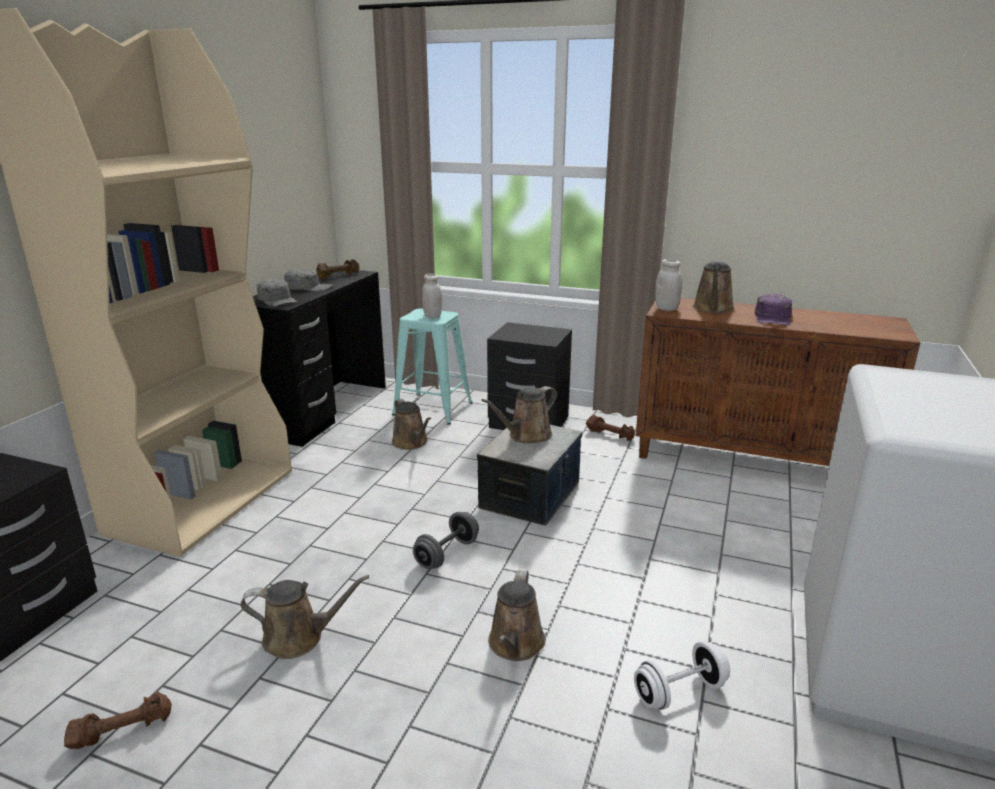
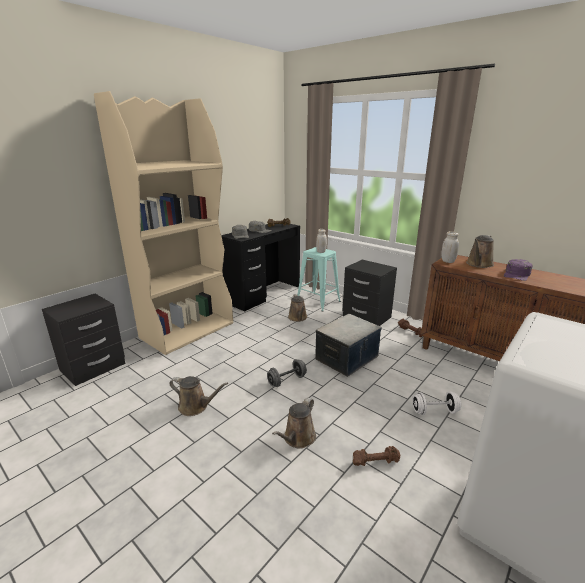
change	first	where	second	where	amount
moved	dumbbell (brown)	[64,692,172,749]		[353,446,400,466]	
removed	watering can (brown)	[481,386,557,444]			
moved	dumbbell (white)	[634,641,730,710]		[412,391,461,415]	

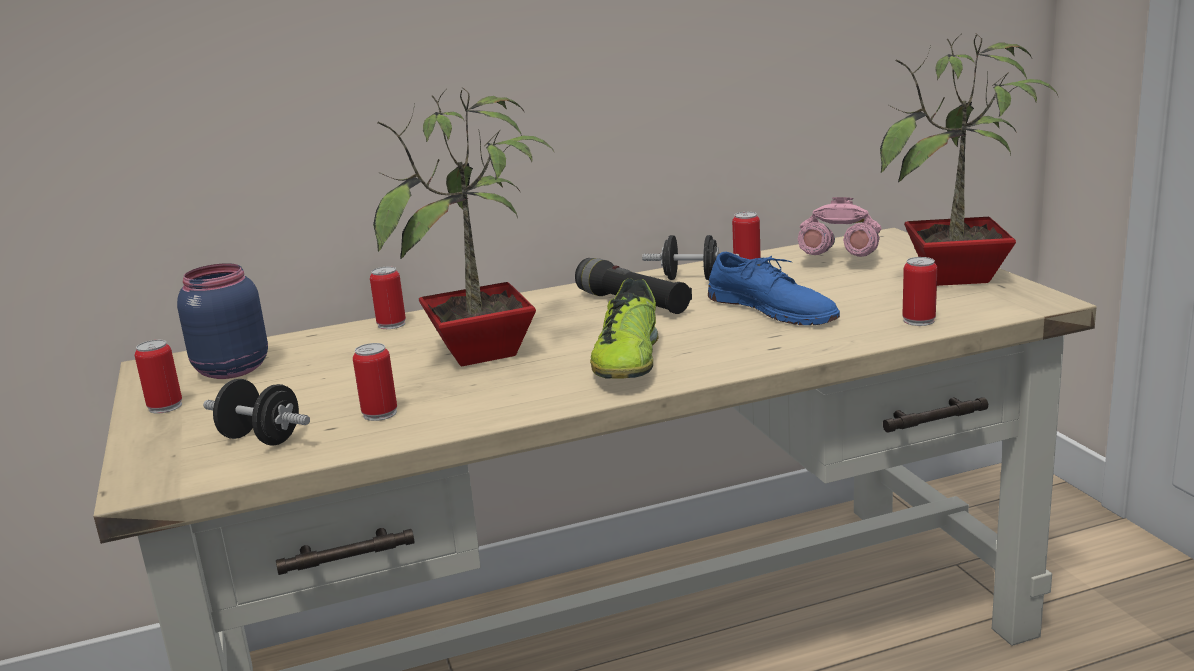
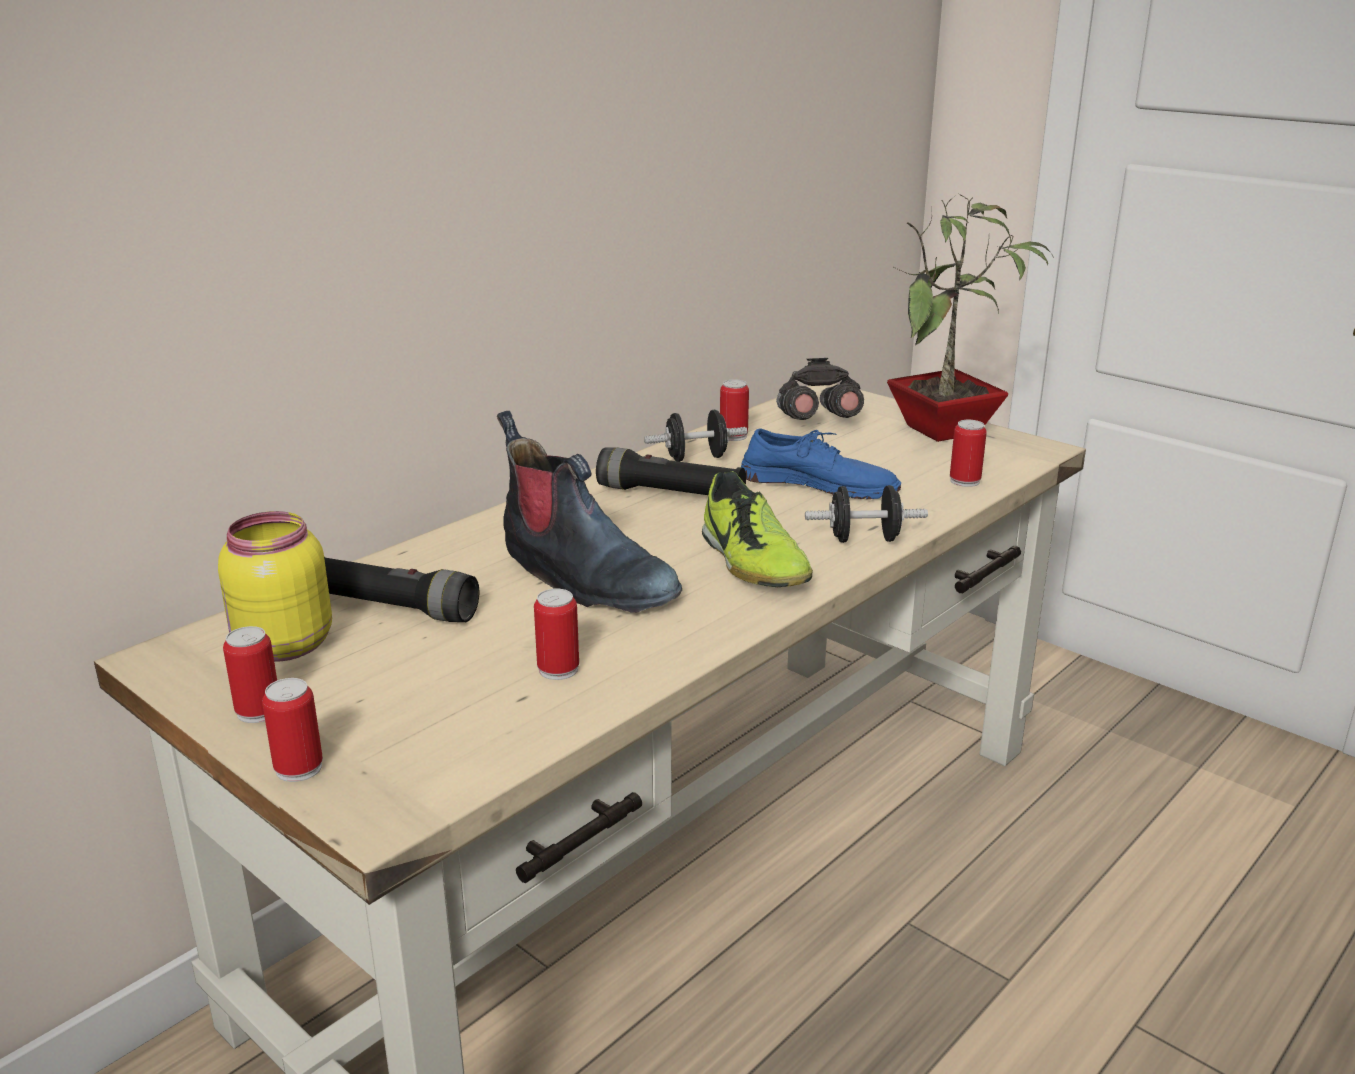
change	first	where	second	where	amount
recoloured	jar (blue)	[177,263,268,379]	jar (yellow)	[218,511,332,661]	
moved	dumbbell (black)	[203,379,310,446]		[805,485,928,543]	
moved	can	[370,266,406,329]		[262,678,323,782]	
replaced	potted plant	[373,87,554,367]	boot	[497,411,682,613]	
recoloured	binoculars (pink)	[798,197,882,257]	binoculars (grey)	[776,358,864,420]	
added			flashlight (black)	[324,556,479,622]	

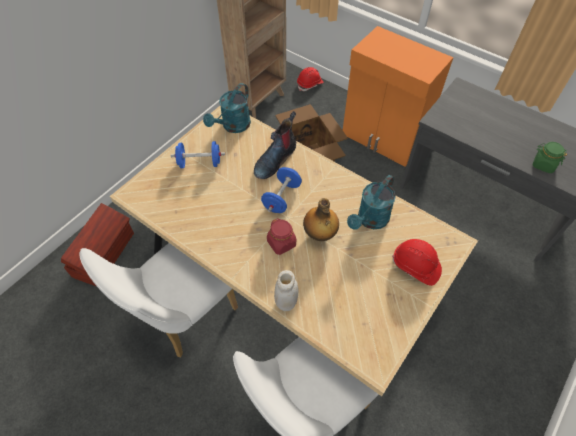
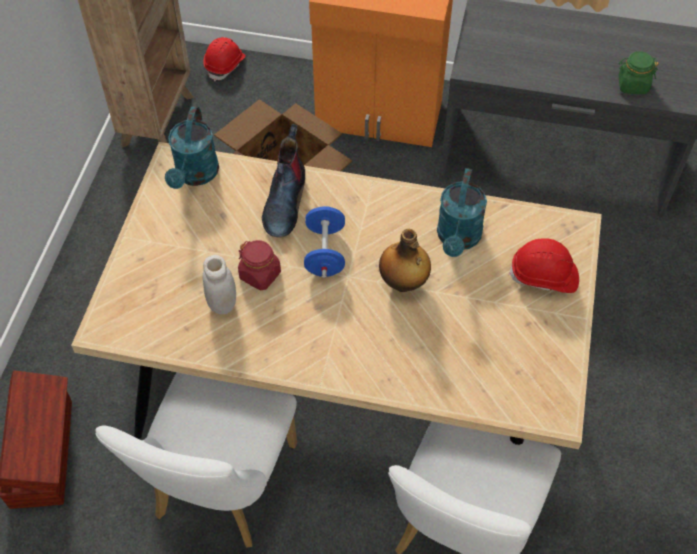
change	first	where	second	where	amount
removed	dumbbell (blue)	[171,141,225,168]			
moved	jar (red)	[267,218,296,255]		[238,240,281,290]	
moved	jar (white)	[274,270,298,311]		[203,255,236,314]	

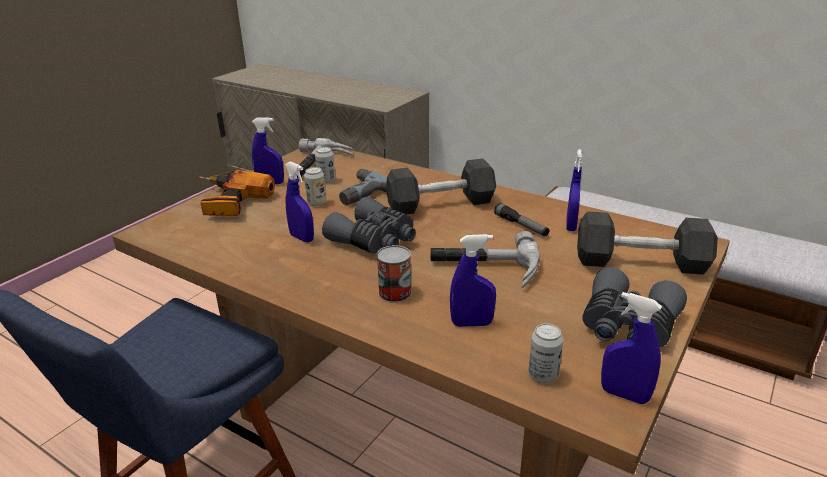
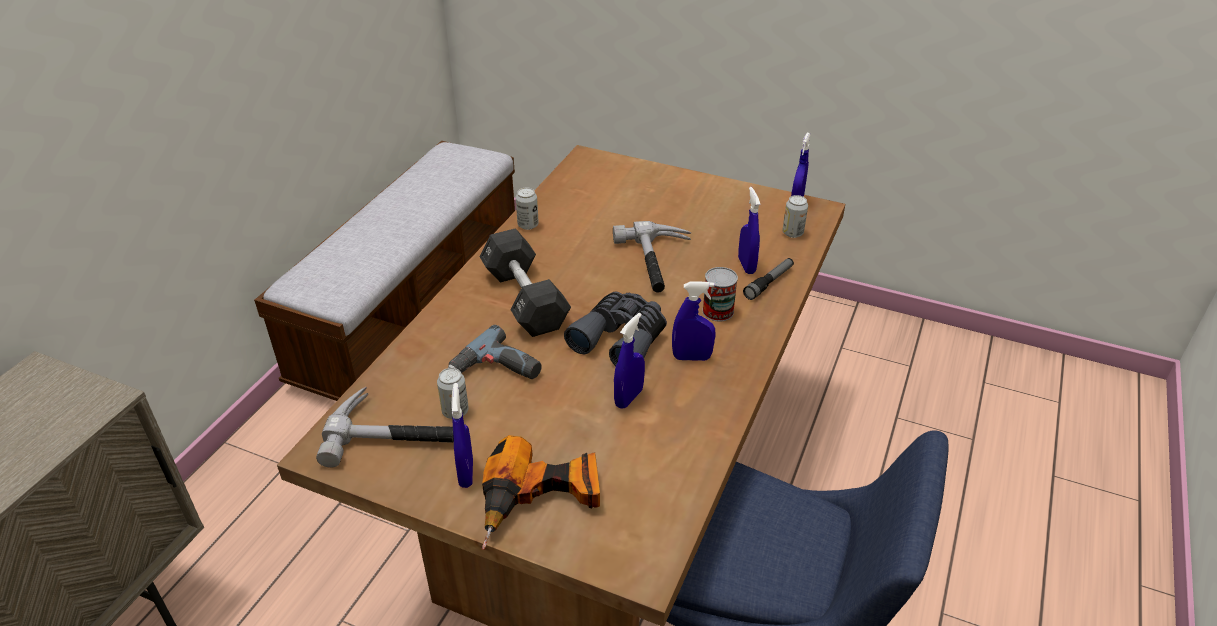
change	first	where	second	where	amount
moved	can	[304,167,326,206]		[516,188,539,230]	
moved	flashlight	[494,203,550,236]		[743,258,794,300]	
moved	spray bottle (blue)	[566,149,583,231]		[672,282,716,361]	
removed	dumbbell (black)	[577,211,718,275]			
removed	binoculars (grey)	[582,267,687,347]			

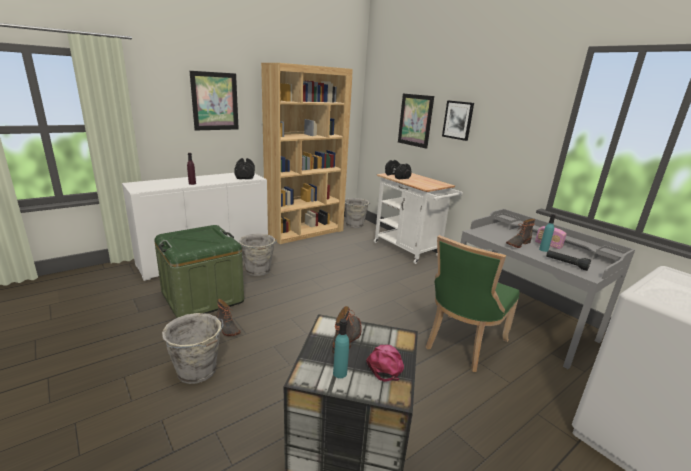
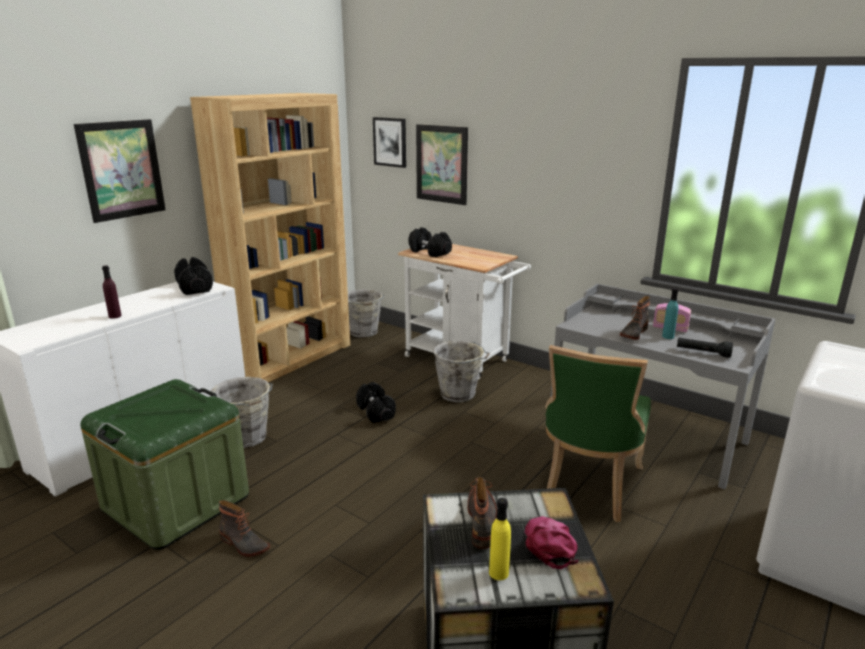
change	first	where	second	where	amount
moved	bucket (grey)	[162,313,224,384]		[433,341,490,402]	
recoloured	bottle (turquoise)	[333,319,349,378]	bottle (yellow)	[489,498,511,580]	
moved	picture	[442,100,474,141]		[373,117,406,168]	
added			dumbbell (black)	[356,382,396,423]	

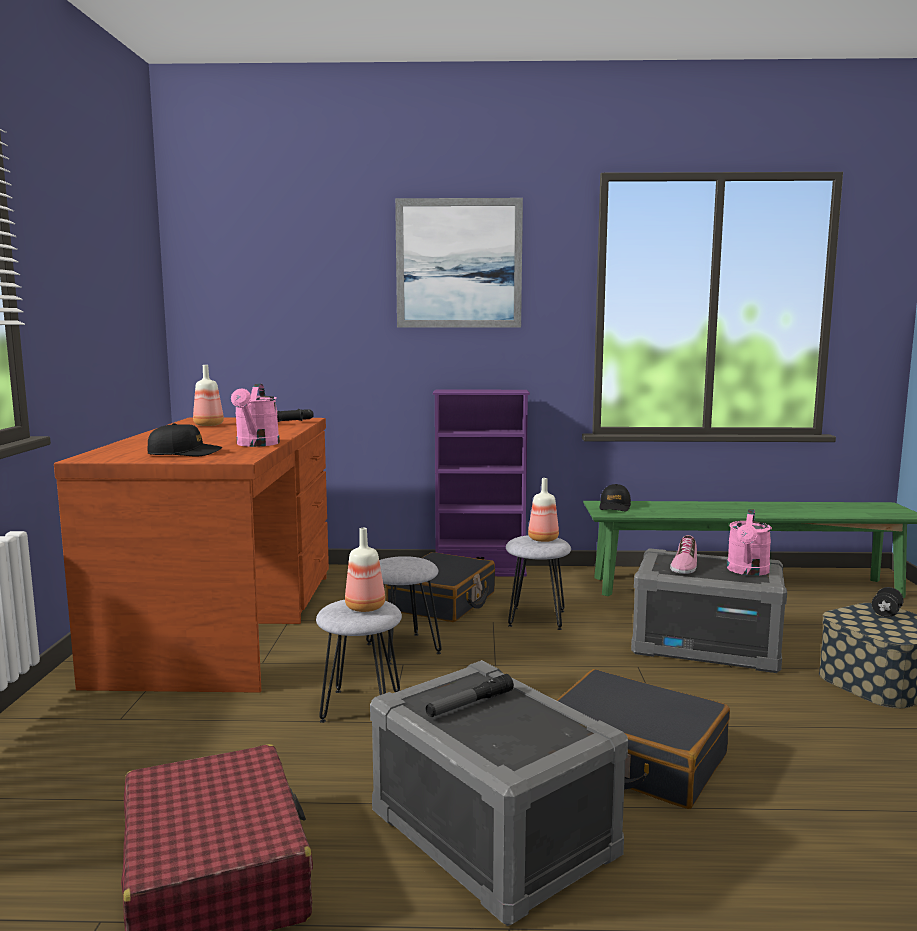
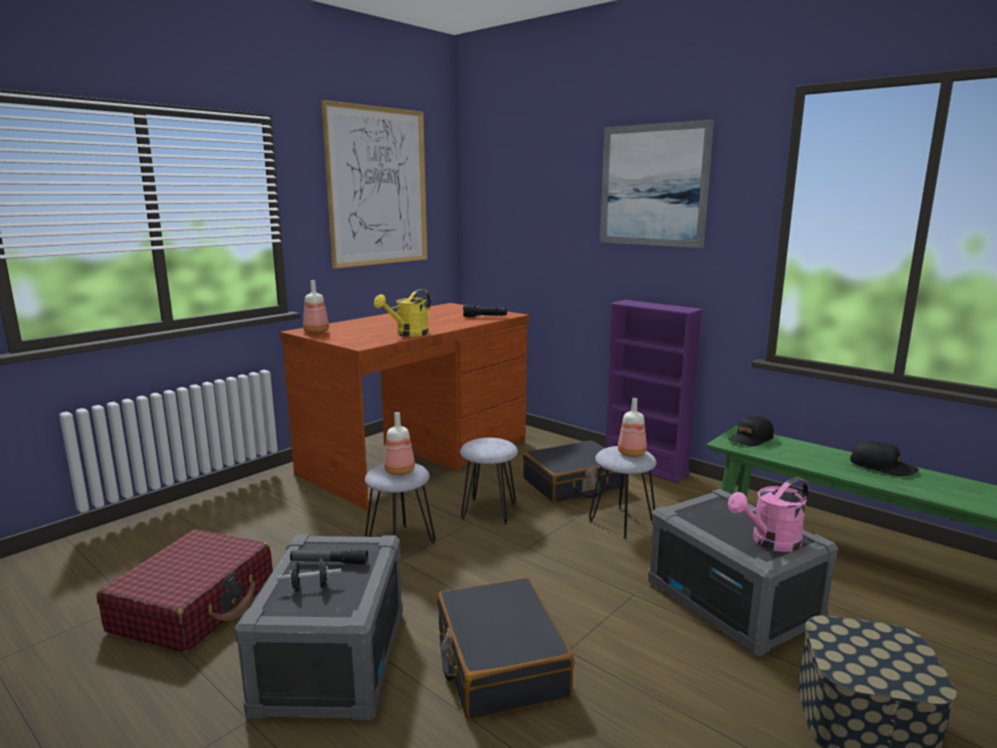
change	first	where	second	where	amount
moved	cap (black)	[147,423,222,456]		[850,441,919,476]	
moved	bottle	[193,365,224,426]		[303,280,329,334]	
recoloured	watering can (pink)	[231,384,280,447]	watering can (yellow)	[374,289,431,337]	
removed	shoe	[670,535,697,574]			
moved	dumbbell (black)	[872,587,904,617]		[276,558,342,591]	
added			picture	[321,100,428,269]	

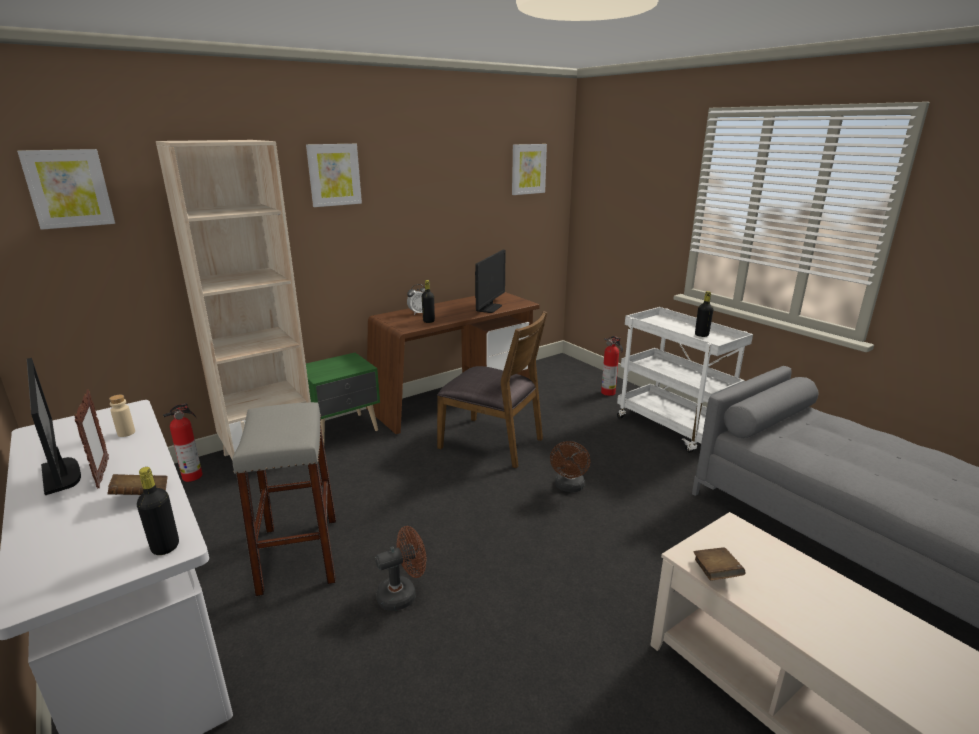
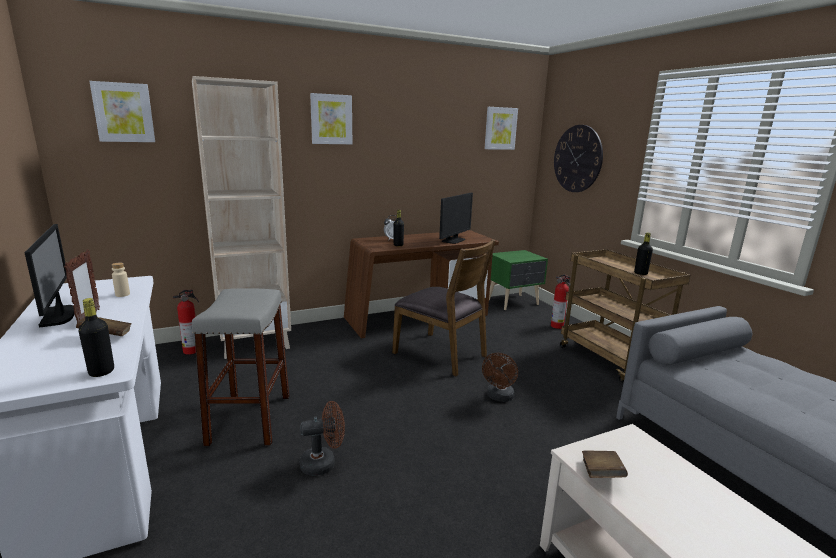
change	first	where	second	where	amount
moved	nightstand (green)	[306,353,380,442]		[489,250,548,310]	
recoloured	cart (white)	[617,307,753,453]	cart (brown)	[560,249,691,383]	
added			wall clock	[554,125,603,192]	

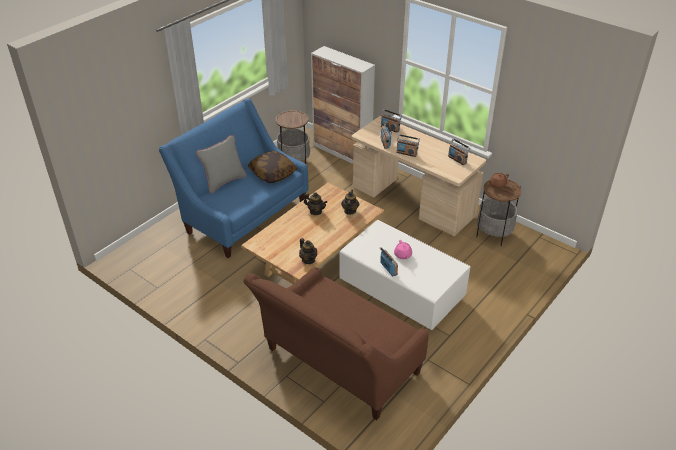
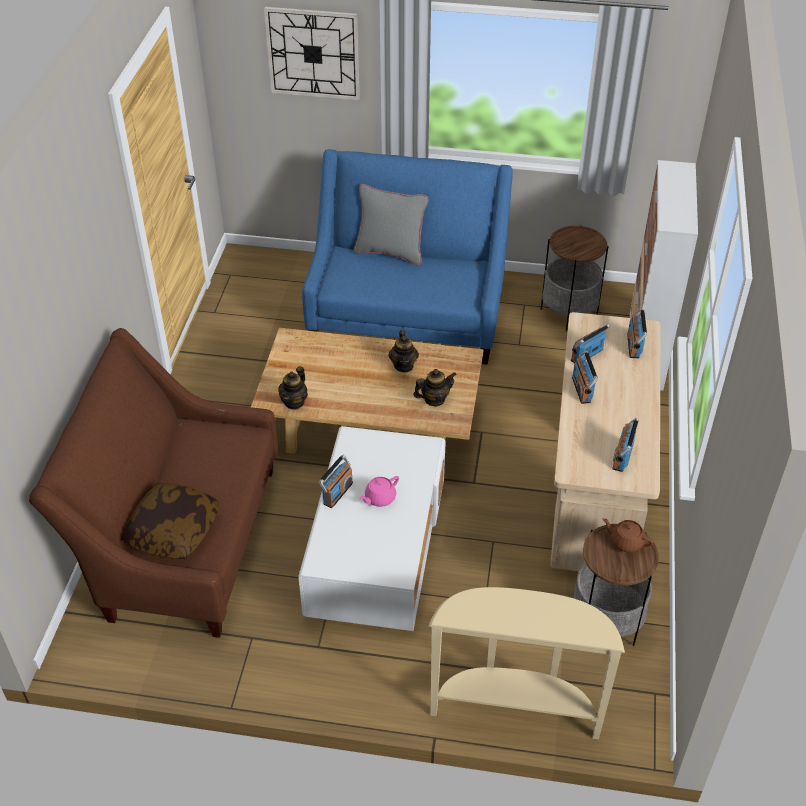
change	first	where	second	where	amount
moved	pillow	[248,151,297,183]		[121,483,219,559]	
added			wall clock	[264,7,360,100]	
added			console table (beige)	[428,587,625,740]	

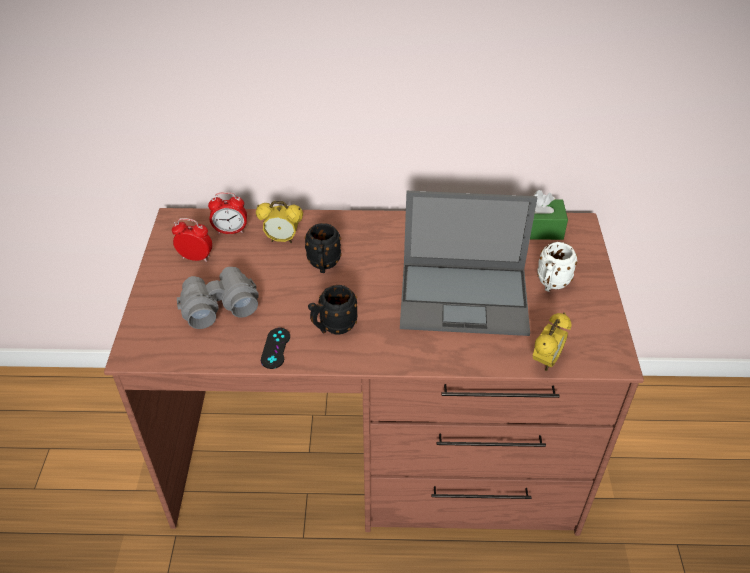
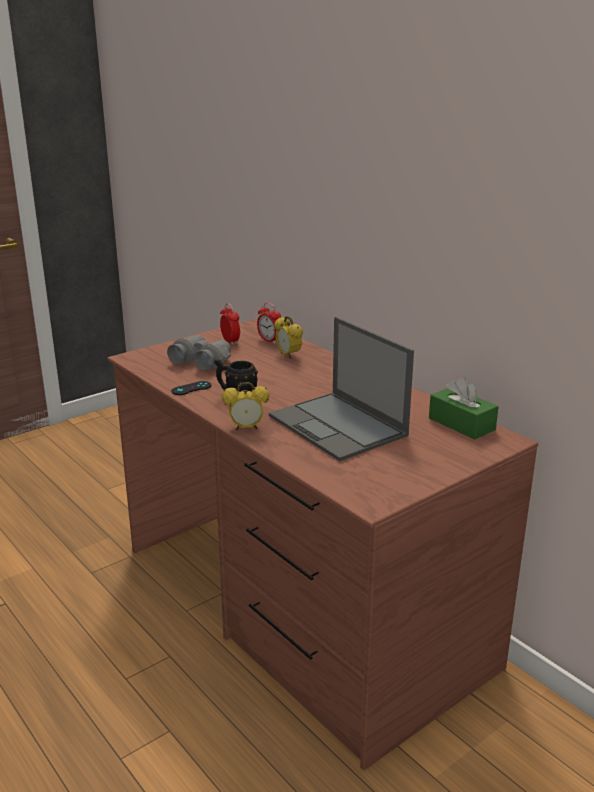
change	first	where	second	where	amount
removed	mug (black)	[305,223,342,273]			
moved	alarm clock	[533,313,571,371]		[222,382,269,430]	
removed	mug (white)	[537,242,577,292]			

